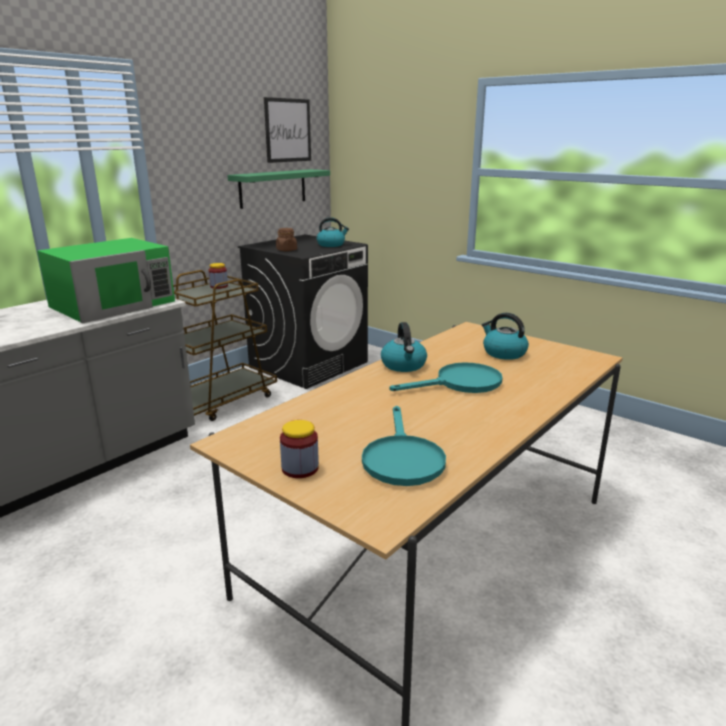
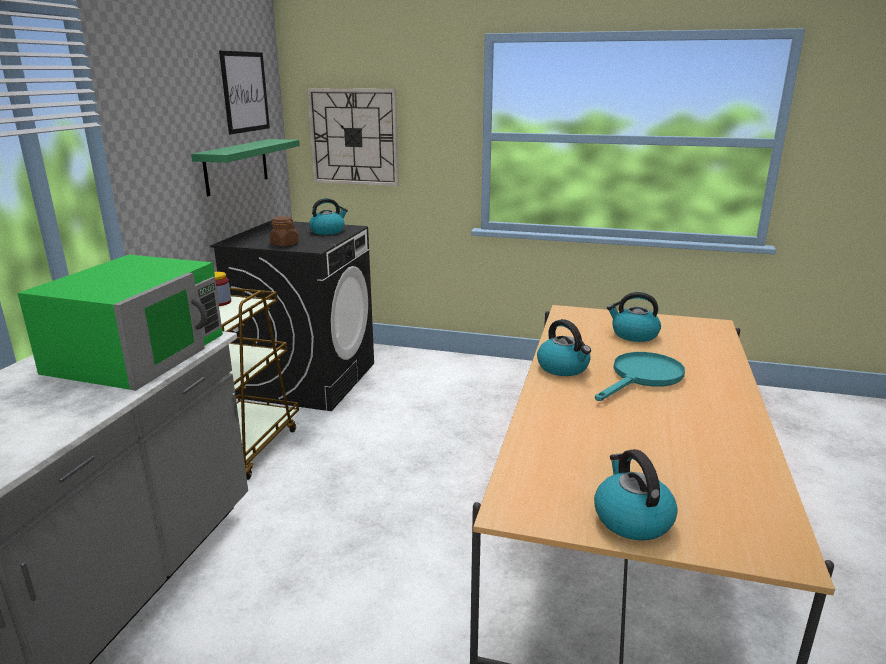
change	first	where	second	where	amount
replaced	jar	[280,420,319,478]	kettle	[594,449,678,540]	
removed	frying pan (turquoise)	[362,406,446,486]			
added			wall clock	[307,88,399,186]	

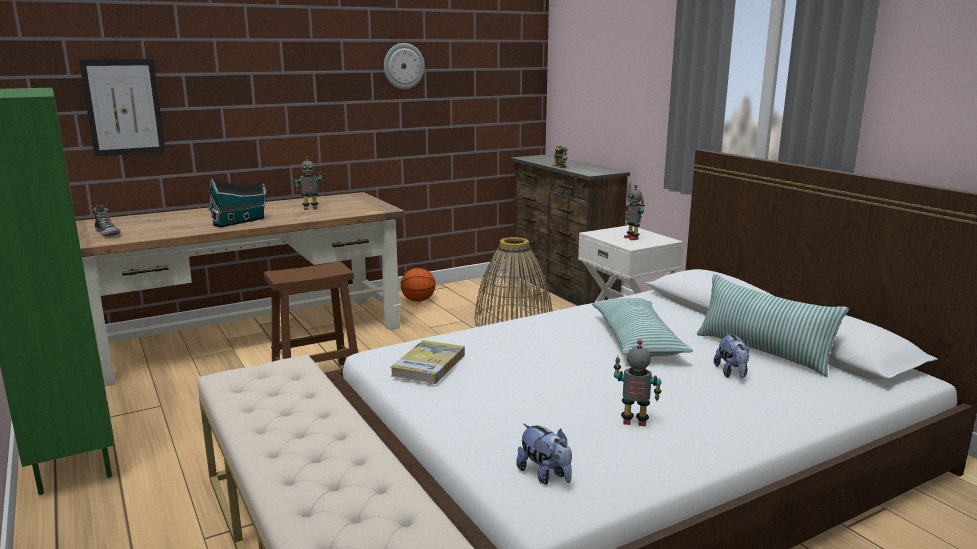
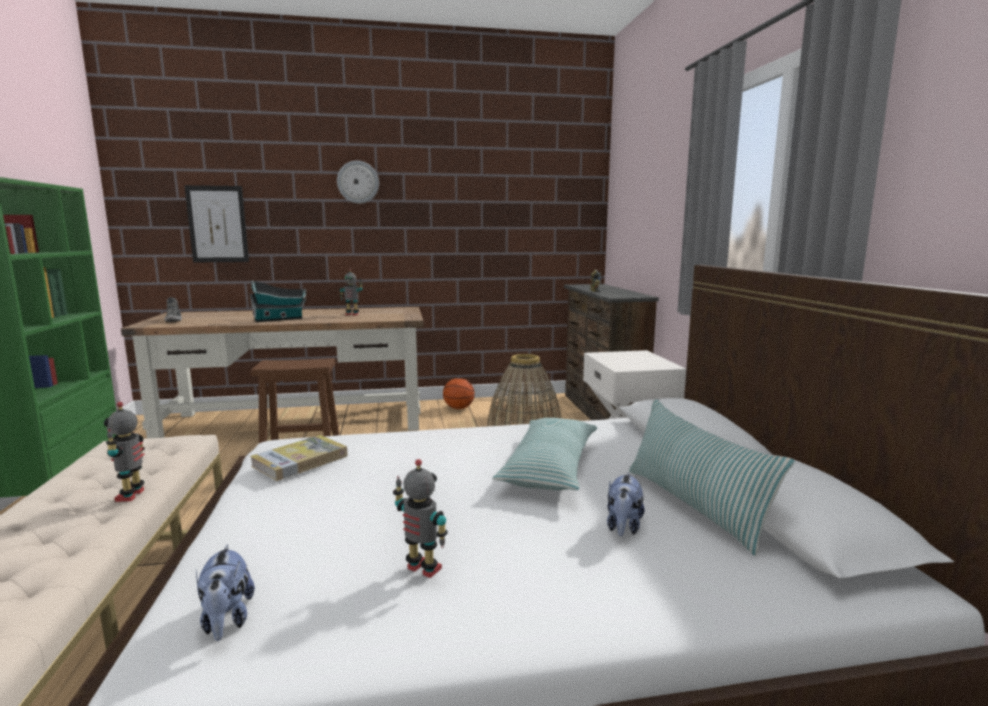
change	first	where	second	where	amount
moved	wall clock	[384,43,425,89]		[337,160,379,204]	
moved	toy robot	[624,185,645,240]		[104,402,145,502]	

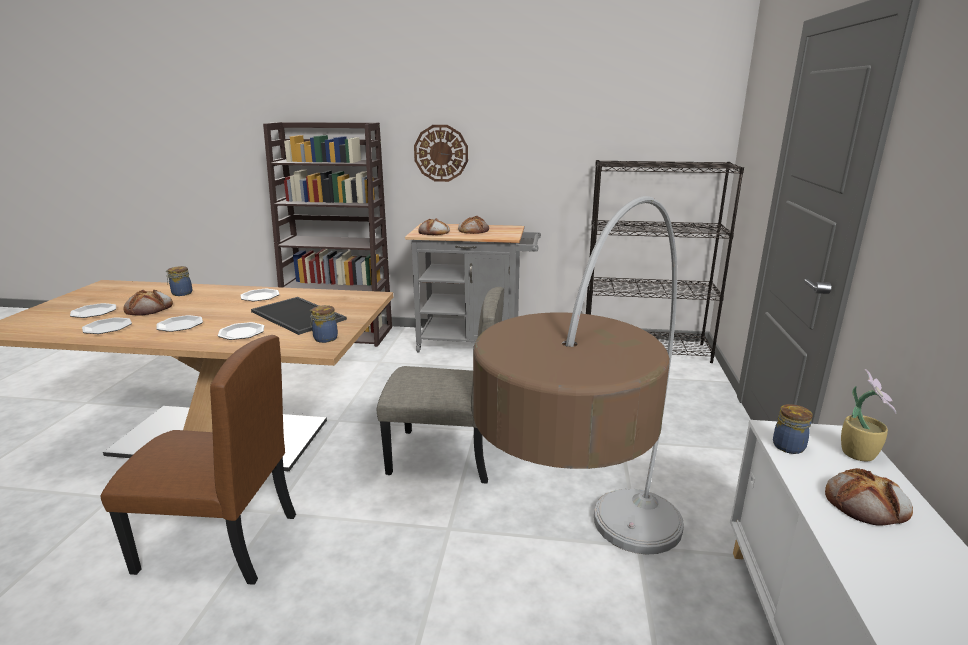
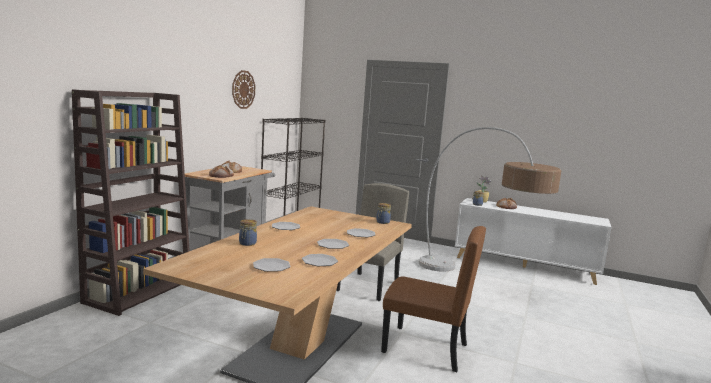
change	first	where	second	where	amount
turned	chair (brown)	[100,335,296,585]		[381,226,486,372]	90 degrees clockwise
removed	bread	[123,290,173,316]			
removed	tray	[251,297,347,335]			
moved	wall clock	[414,125,468,182]		[232,70,255,109]	

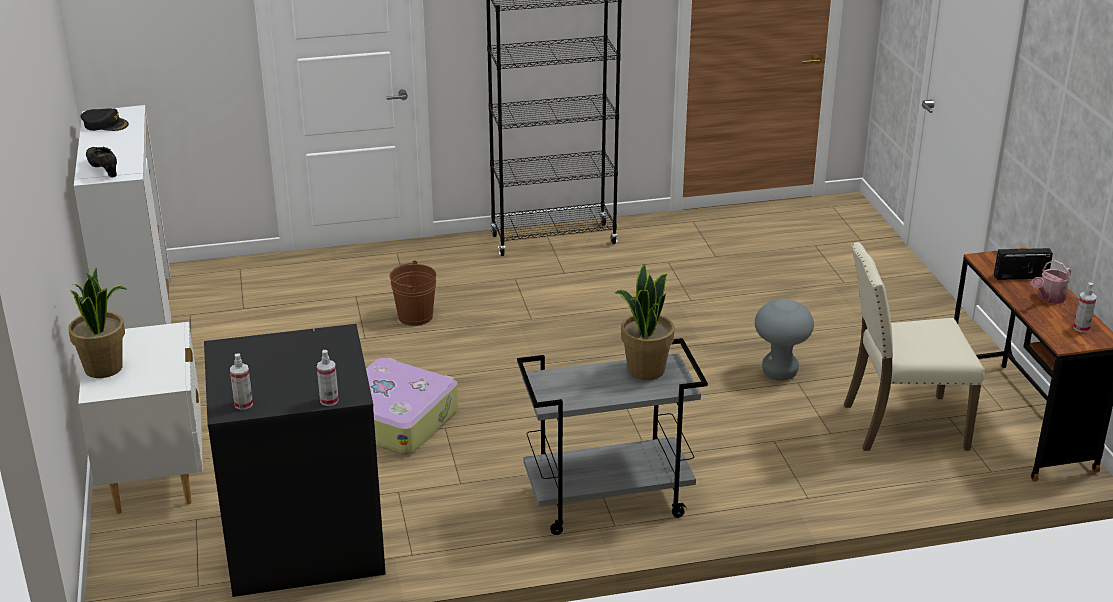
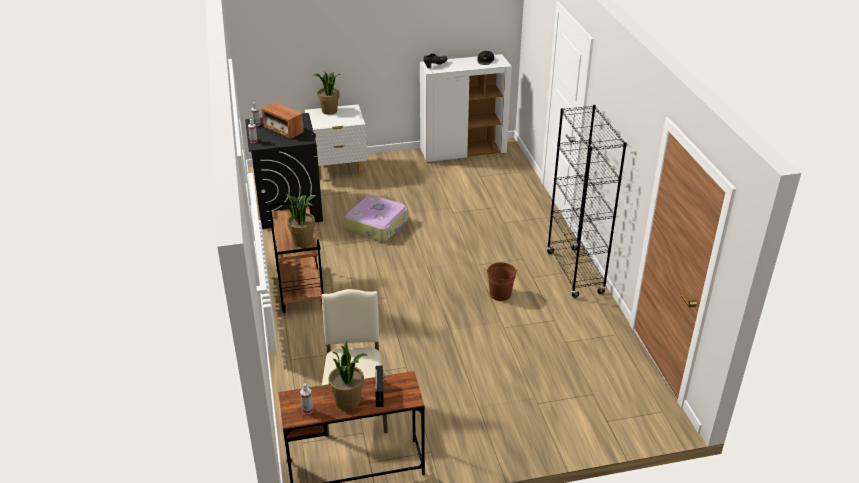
change	first	where	second	where	amount
moved	bucket (brown)	[389,261,436,326]		[486,262,518,301]	
recoloured	cart (grey)	[517,338,708,535]	cart (brown)	[269,200,324,313]	
removed	stool (grey)	[755,299,814,381]			
replaced	watering can	[1031,260,1071,304]	potted plant	[328,340,367,411]	
added			radio	[262,102,304,139]	

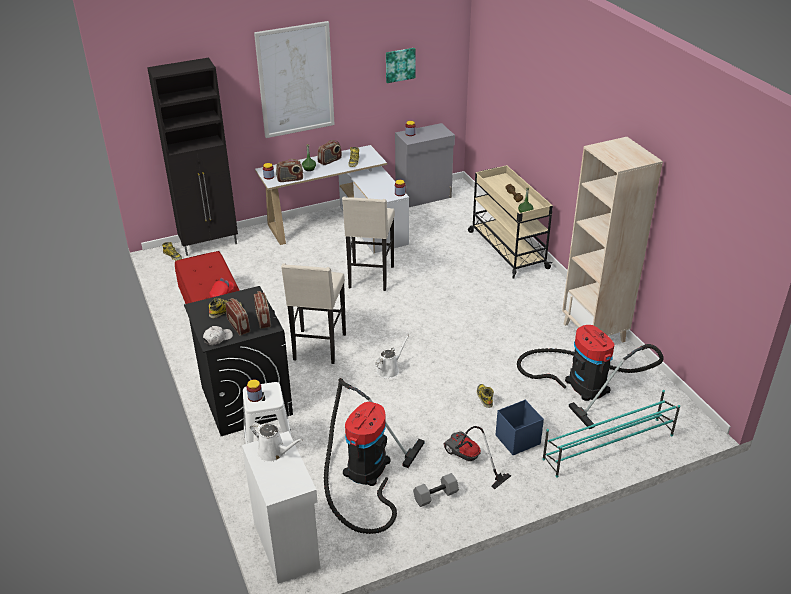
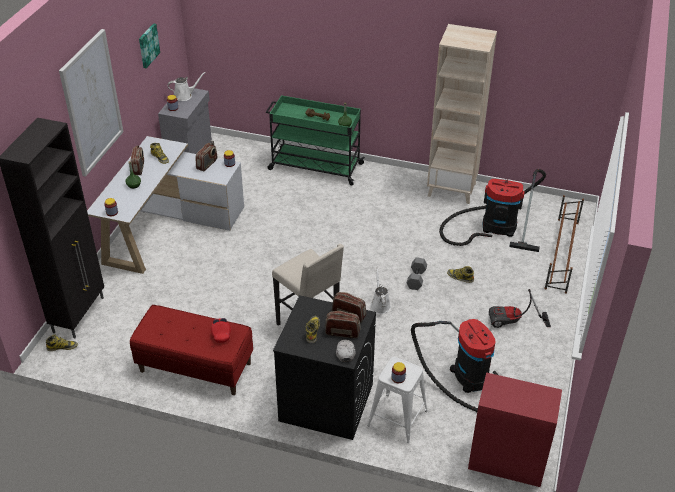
change	first	where	second	where	amount
recoloured	cabinet (white)	[242,431,320,584]	cabinet (red)	[468,372,562,487]	
moved	watering can (white)	[250,423,303,462]		[168,72,206,101]	
moved	radio	[276,159,303,182]		[196,143,217,171]	
removed	stool (beige)	[342,196,395,291]			
moved	dumbbell (grey)	[413,473,459,507]		[407,257,427,290]	
recoloured	cart (beige)	[468,165,553,279]	cart (green)	[266,95,365,186]	
removed	storage box (blue)	[496,400,544,455]			
recoloured	shoe rack (turquoise)	[542,390,680,478]	shoe rack (brown)	[544,195,584,294]	

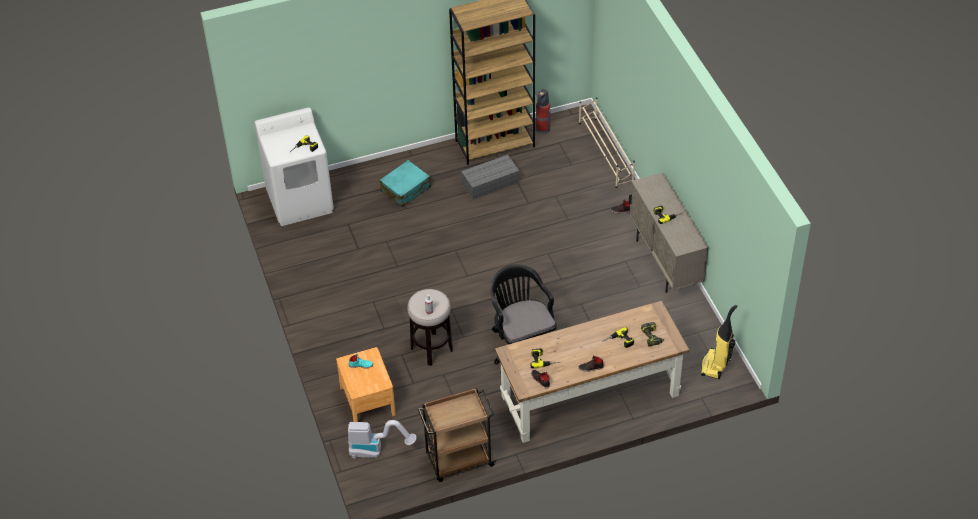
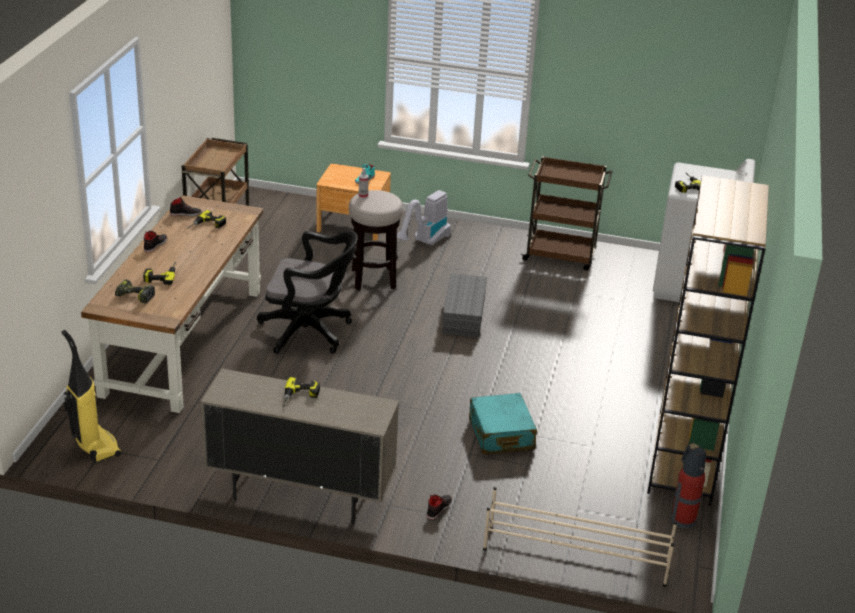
change	first	where	second	where	amount
moved	vacuum cleaner	[348,420,417,459]		[397,190,451,246]	
moved	suitcase (turquoise)	[379,160,431,207]		[469,393,537,454]	
moved	storage box (grey)	[461,154,519,200]		[442,273,487,337]	
added			cart (brown)	[520,156,613,271]	

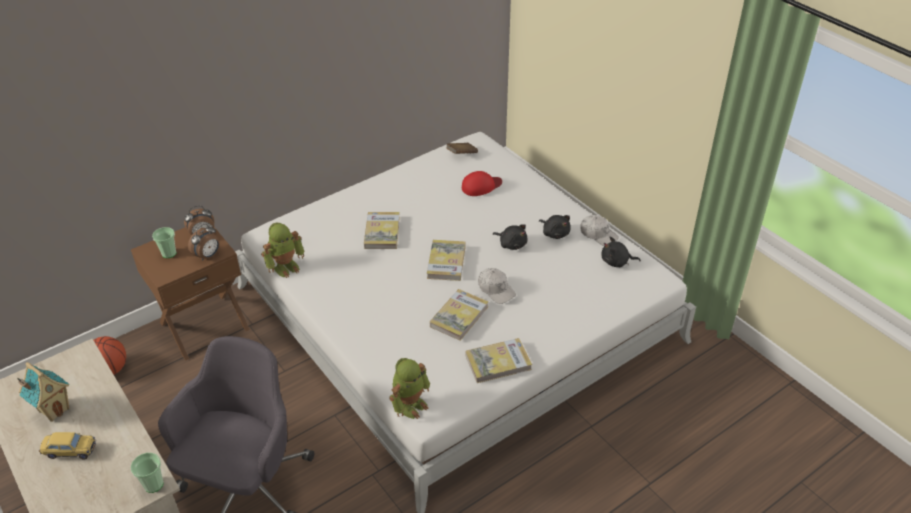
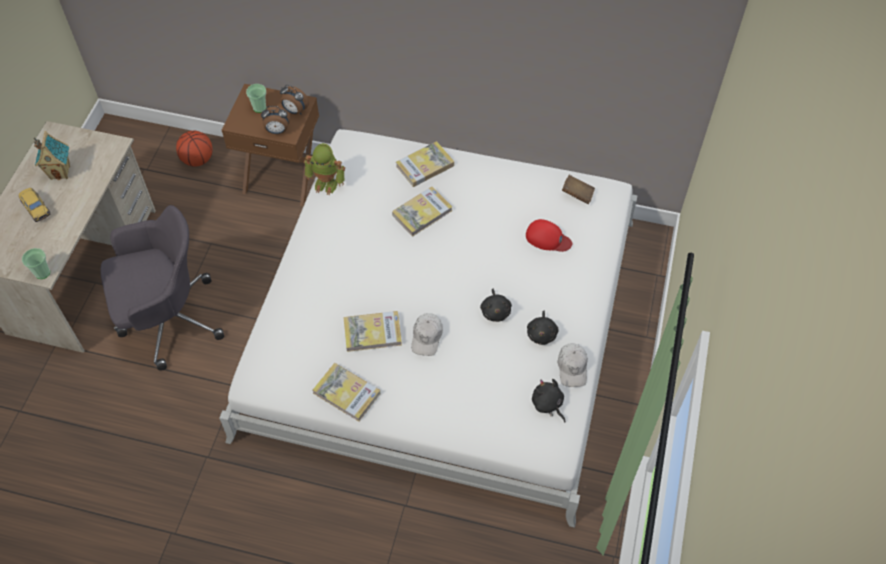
change	first	where	second	where	amount
removed	toy robot	[389,358,430,419]			
moved	book	[427,240,466,281]		[396,141,454,187]	

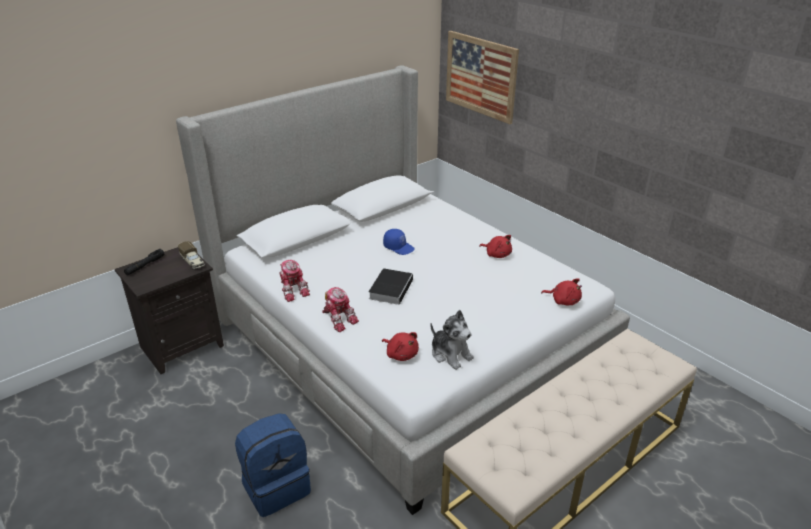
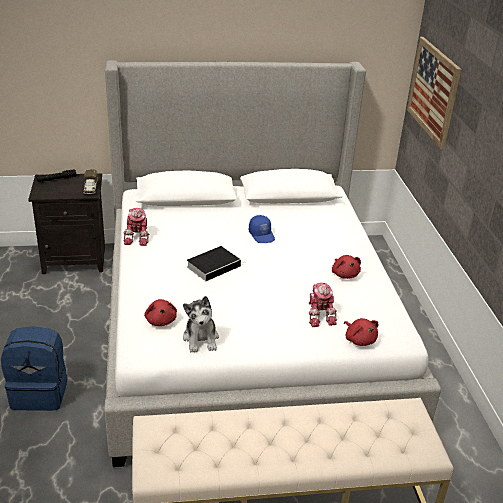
change	first	where	second	where	amount
moved	toy robot	[322,287,359,332]		[308,282,337,327]	

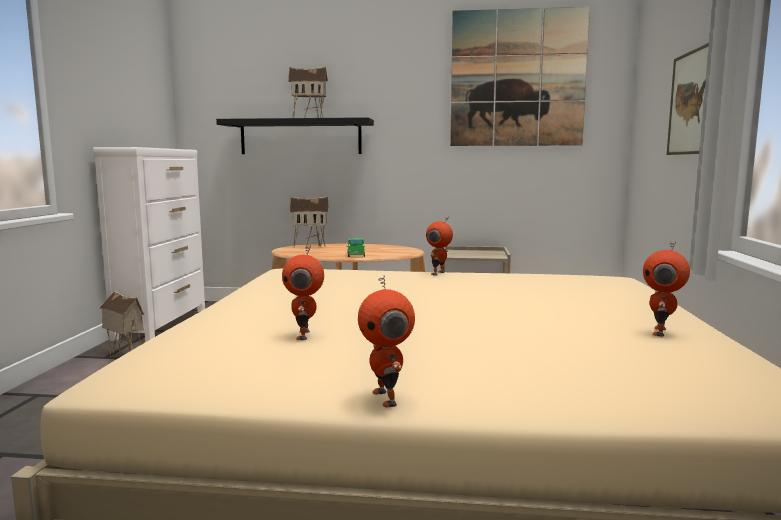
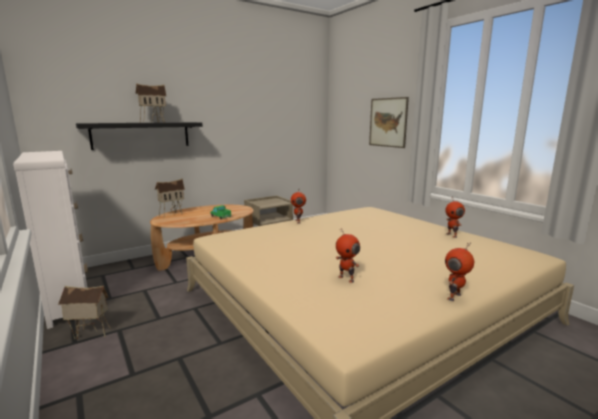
change	first	where	second	where	amount
turned	toy robot	[358,275,415,408]		[445,242,474,301]	105 degrees clockwise
removed	picture	[450,7,590,146]			

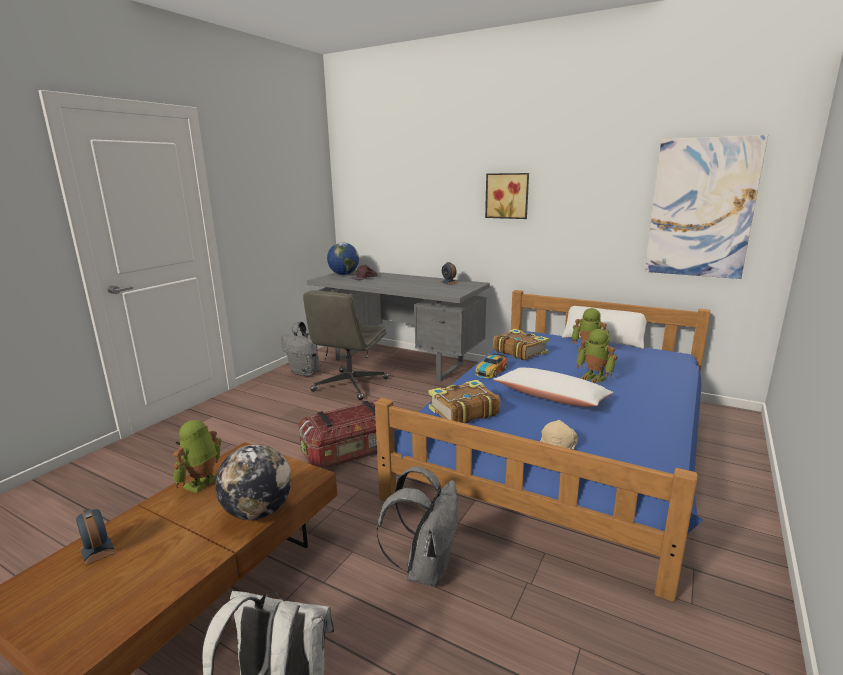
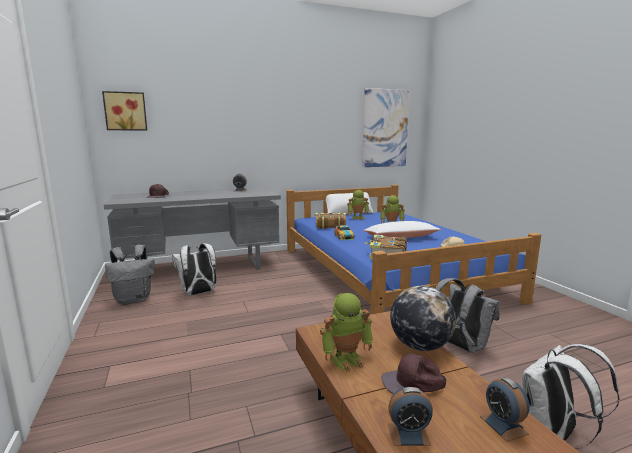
change	first	where	second	where	amount
turned	toy robot	[173,420,222,493]		[320,293,373,372]	90 degrees counterclockwise
removed	storage box	[298,399,397,469]			
replaced	office chair (grey)	[303,290,389,400]	backpack (white)	[172,243,216,296]	
removed	globe	[327,243,359,275]			
moved	picture	[485,173,529,219]		[102,91,147,130]	
added			cap (brown)	[382,353,446,394]	
added			alarm clock	[480,377,530,442]	

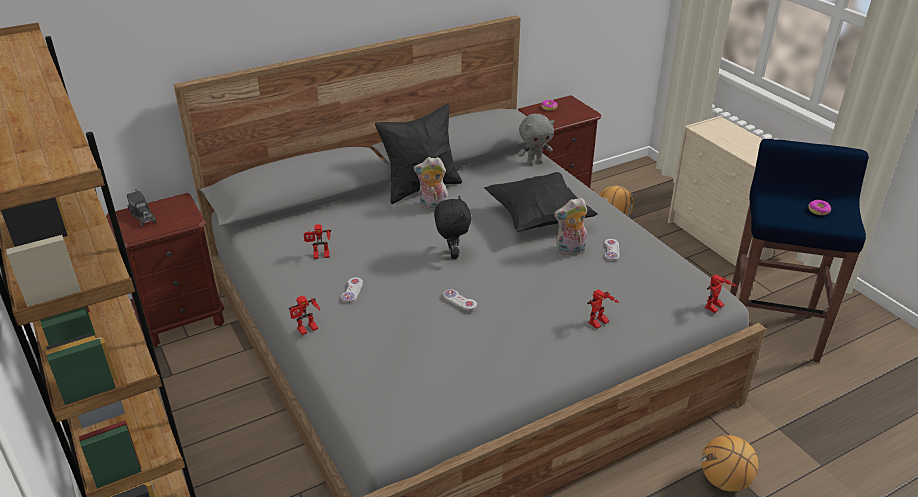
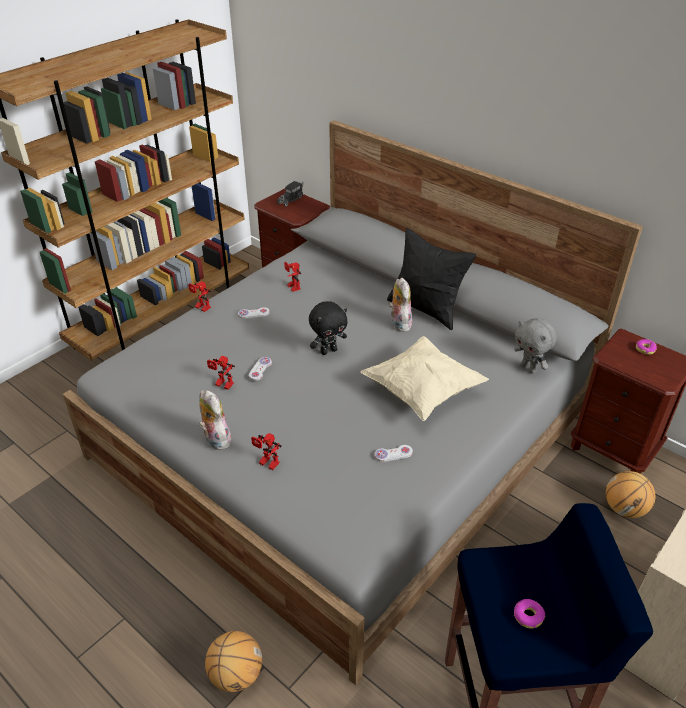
change	first	where	second	where	amount
recoloured	pillow (black)	[484,172,598,232]	pillow (beige)	[360,336,489,421]	
moved	plush toy	[554,198,588,255]		[199,390,231,450]	
moved	toy robot	[705,275,737,313]		[207,356,235,390]	

